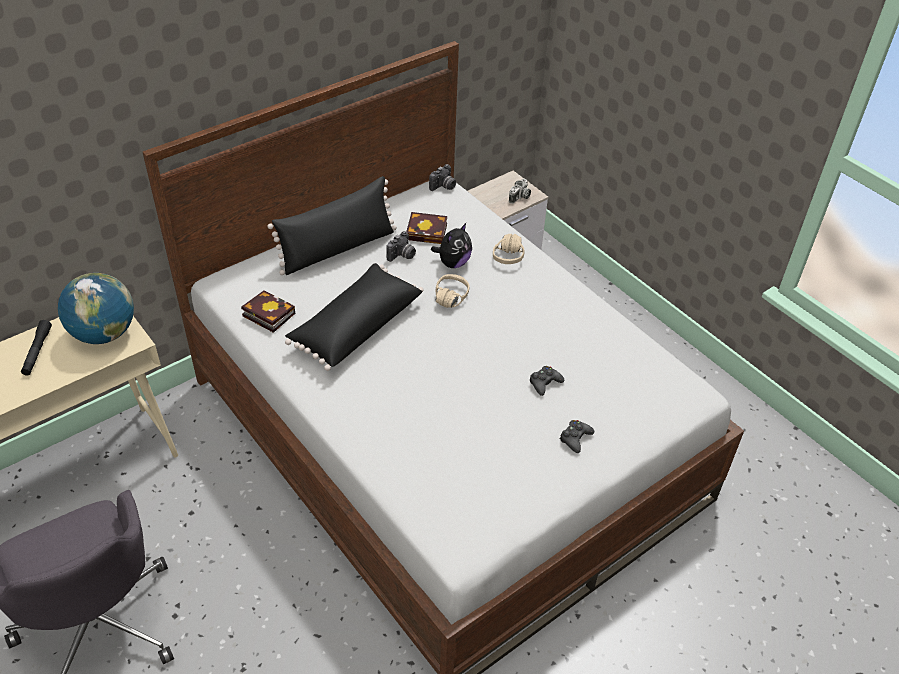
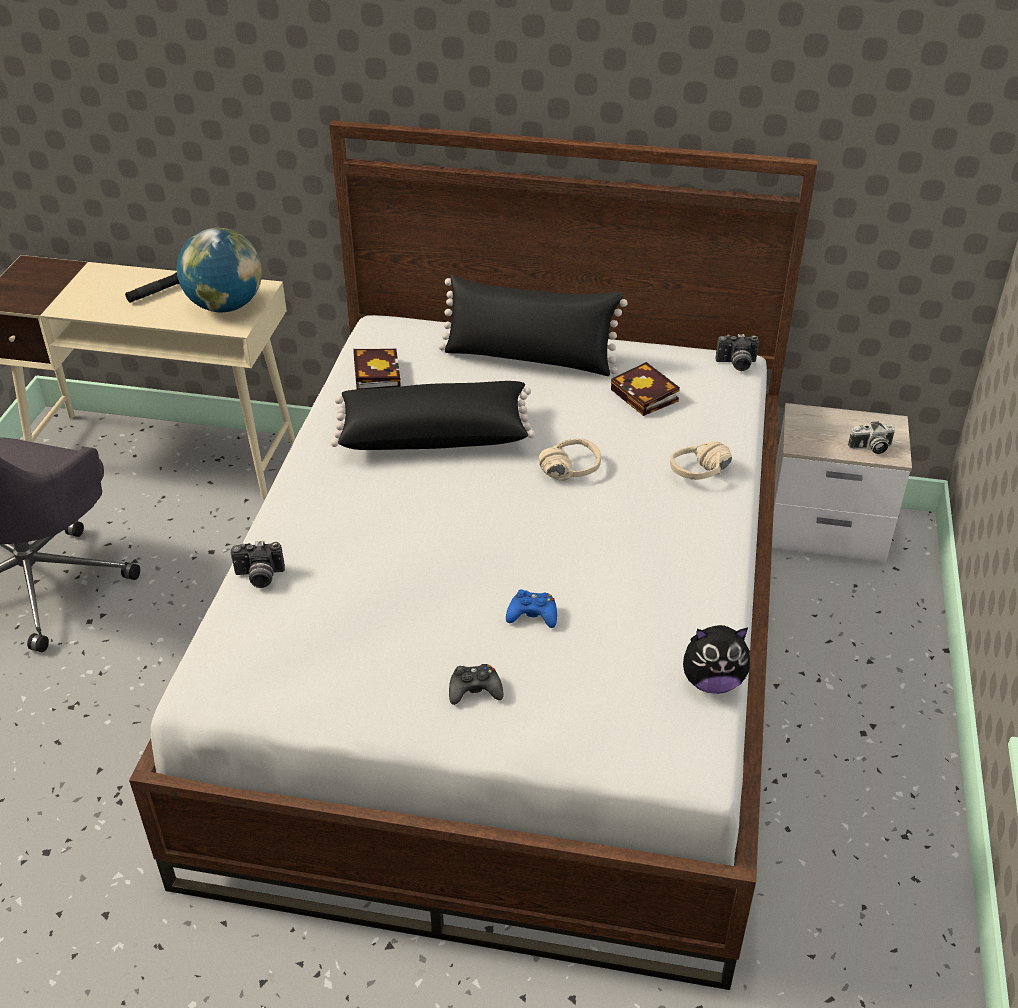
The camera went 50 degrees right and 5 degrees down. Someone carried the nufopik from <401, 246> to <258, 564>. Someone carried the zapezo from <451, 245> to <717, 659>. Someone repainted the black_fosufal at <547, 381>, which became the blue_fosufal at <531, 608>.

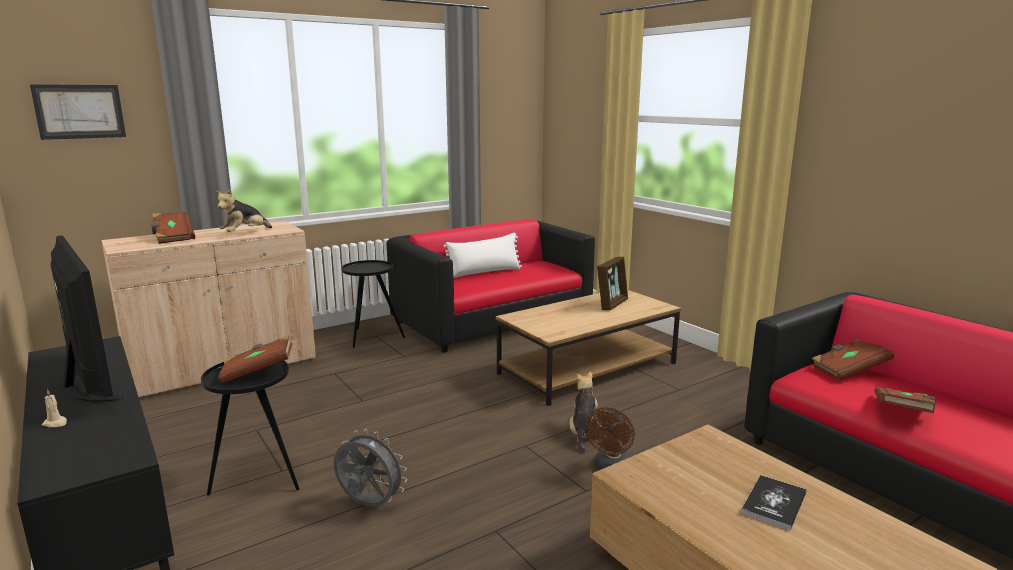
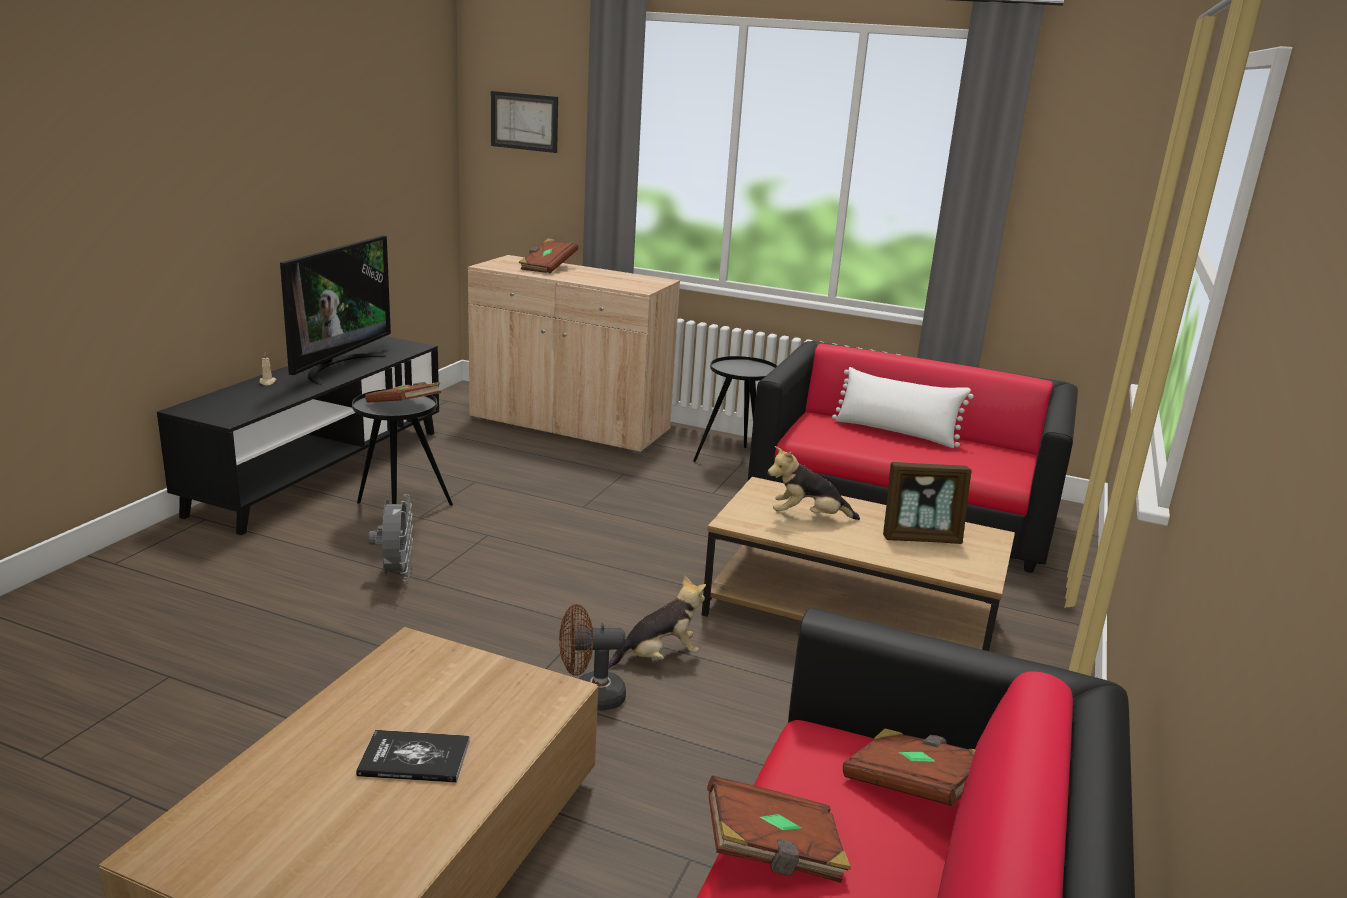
The camera went 55 degrees right and 5 degrees up. Someone carried the zapezo from <243, 210> to <814, 483>.

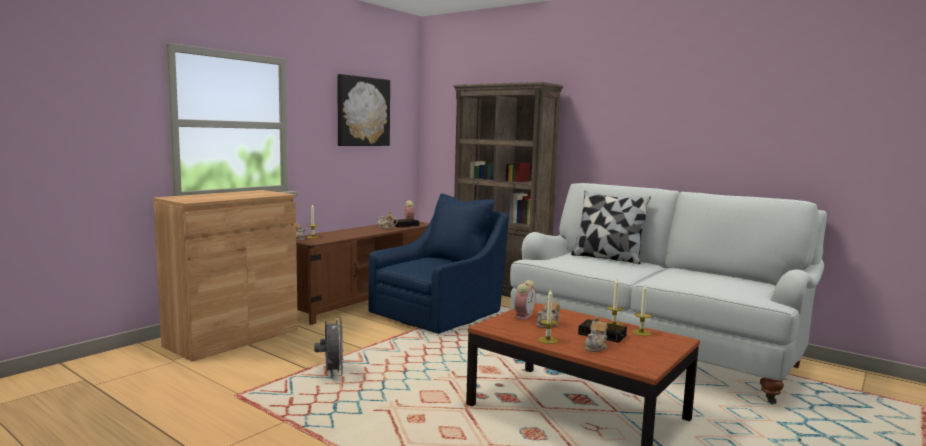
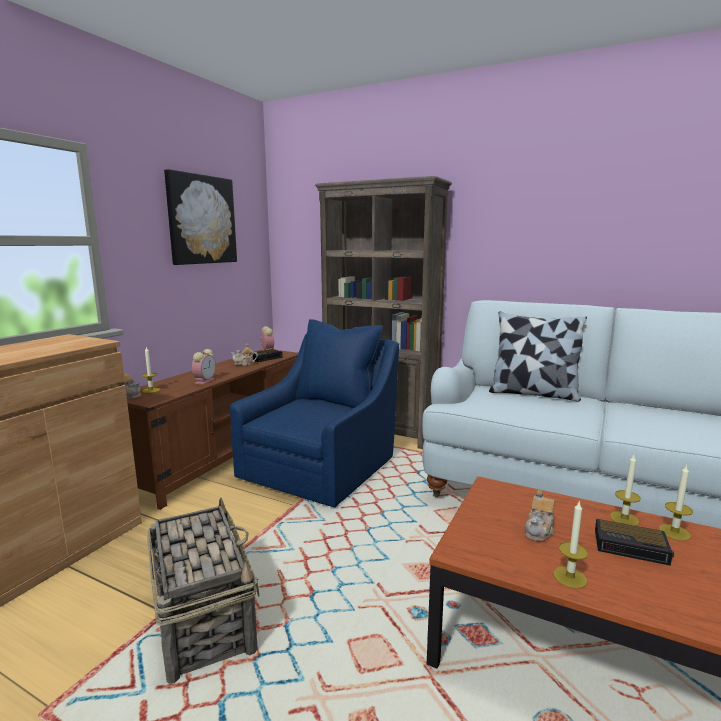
The camera went 10 degrees left and 5 degrees up. Someone took away the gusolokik at <596, 334>. Someone carried the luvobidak from <525, 300> to <204, 366>. Someone swapped the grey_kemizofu at <329, 346> for the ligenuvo at <203, 591>.

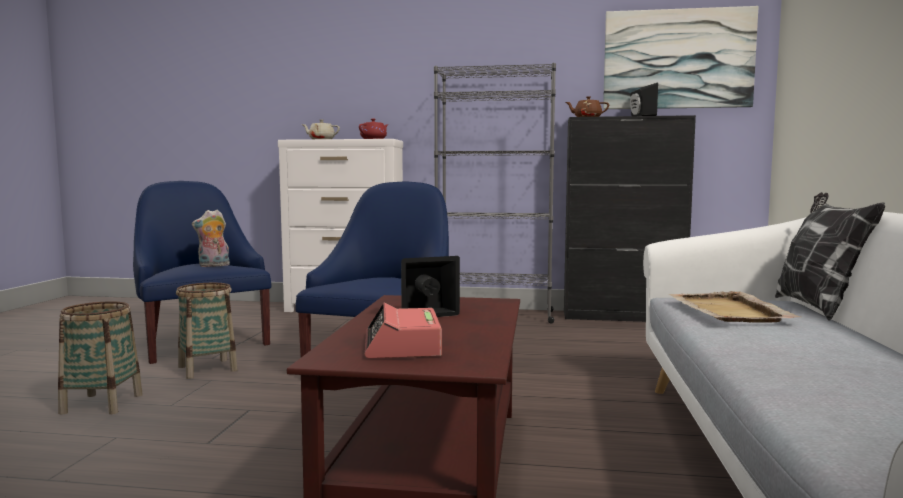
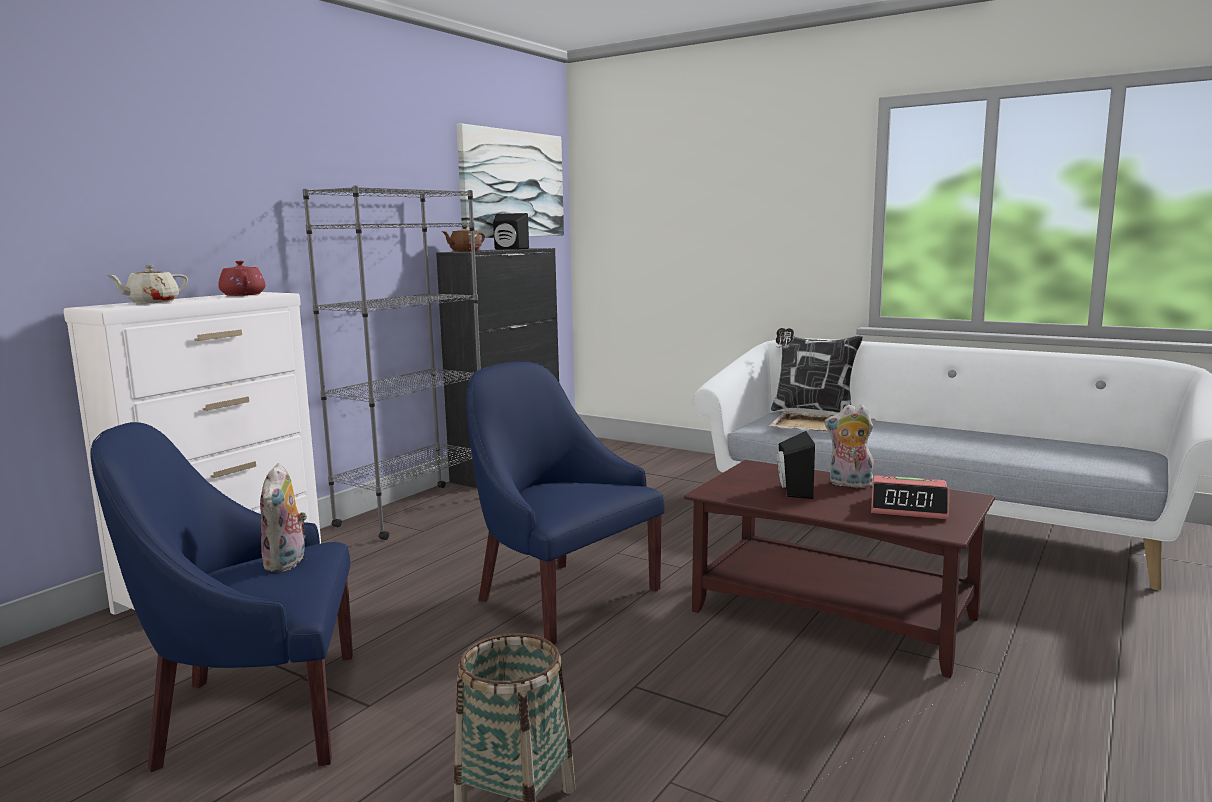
The camera went 65 degrees left and 5 degrees up. Someone took away the ligenuvo at <207, 331>. Someone put down the zapezo at <849, 446>.

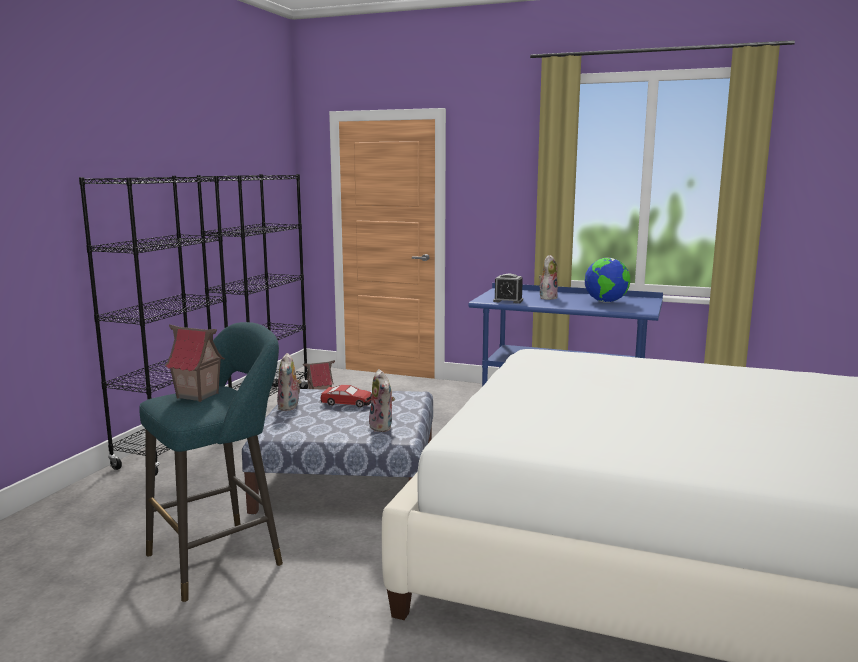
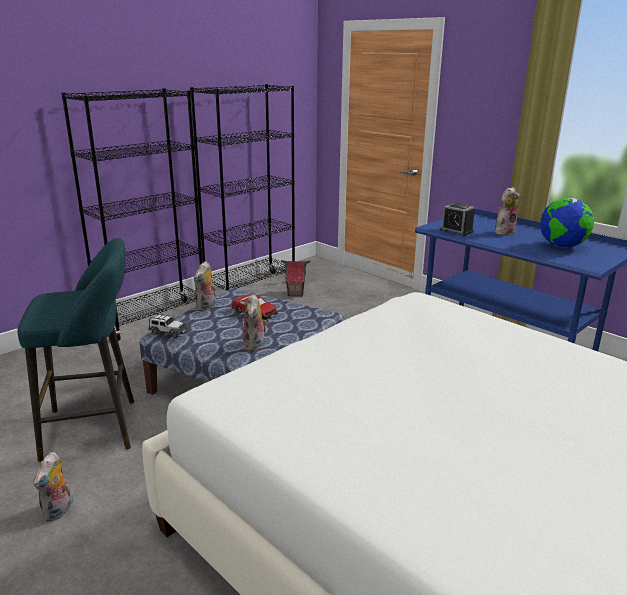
The camera went 25 degrees right and 10 degrees up. Someone took away the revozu at <194, 363>. Someone put down the zapezo at <53, 487>. Someone put down the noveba at <168, 326>.

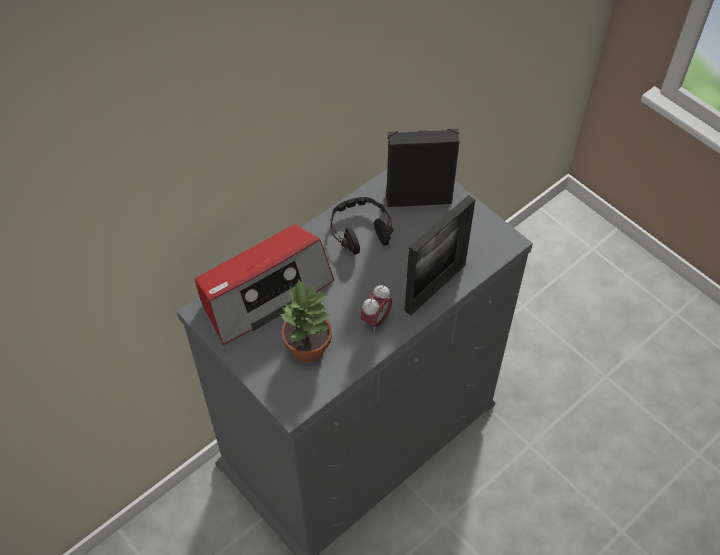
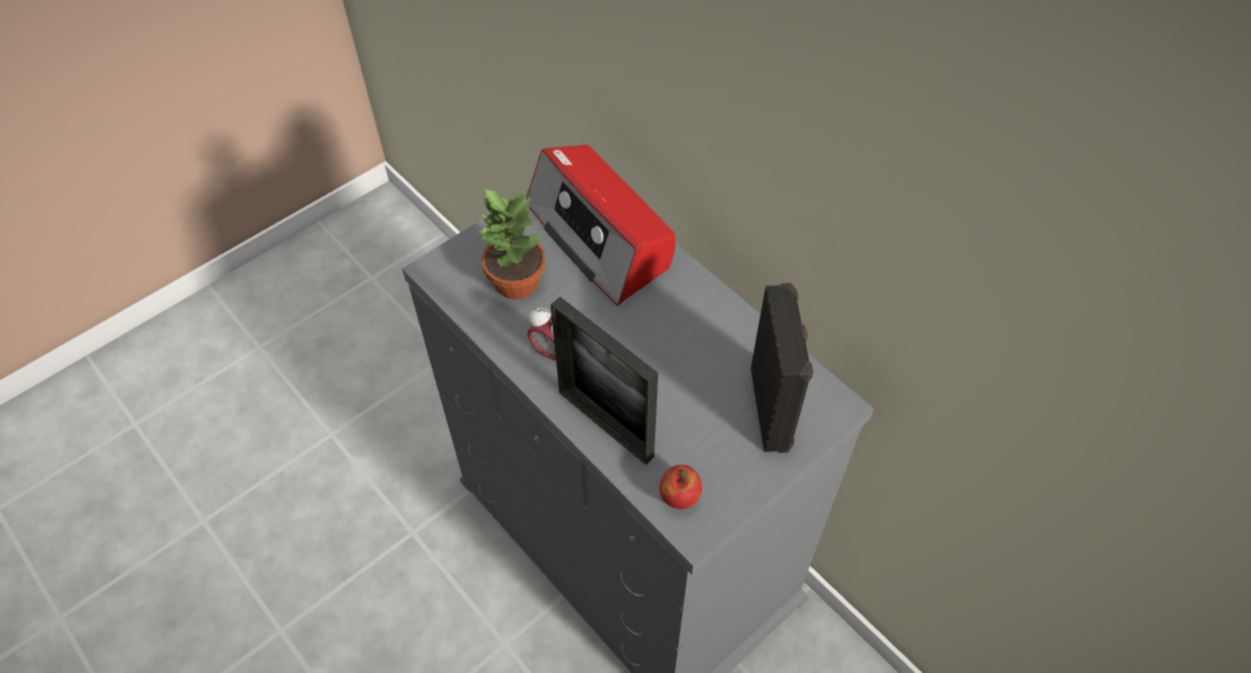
The camera went 90 degrees right and 0 degrees up. Someone took away the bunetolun at <362, 226>. Someone put down the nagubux at <681, 487>.

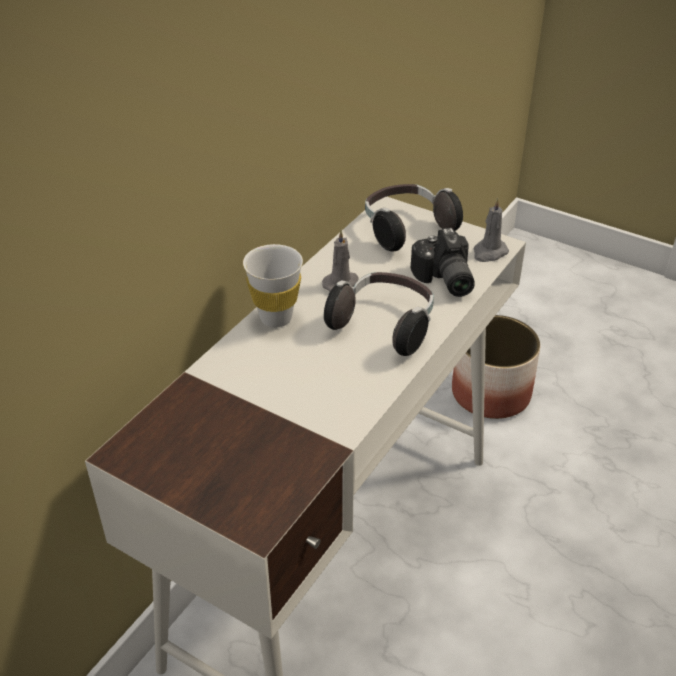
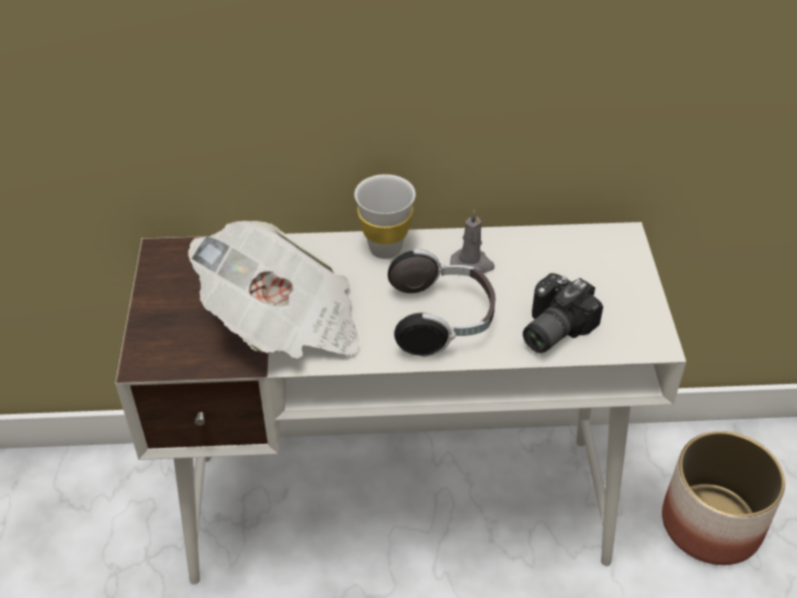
The camera went 55 degrees right and 5 degrees up. Someone took away the bunetolun at <414, 218>. Someone took away the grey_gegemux at <491, 230>. Someone put down the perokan at <274, 290>.

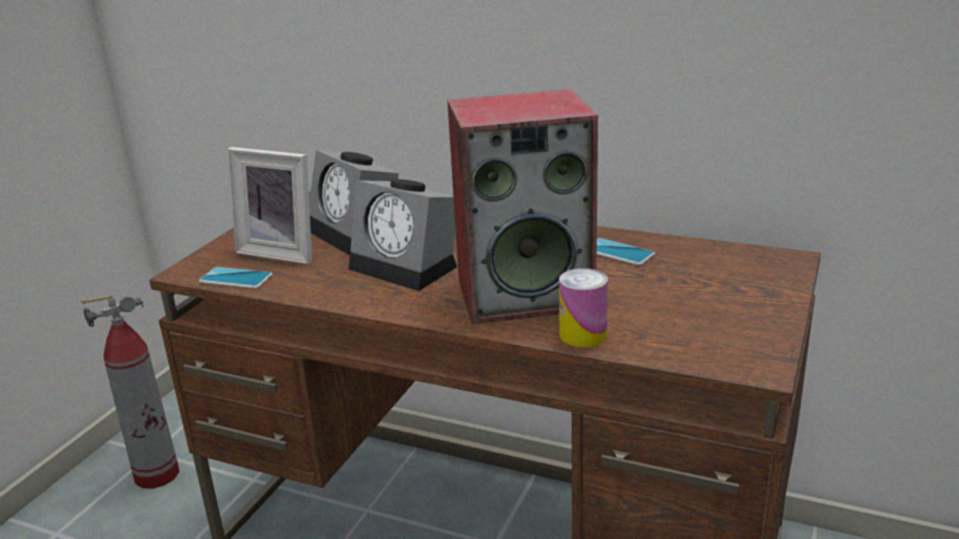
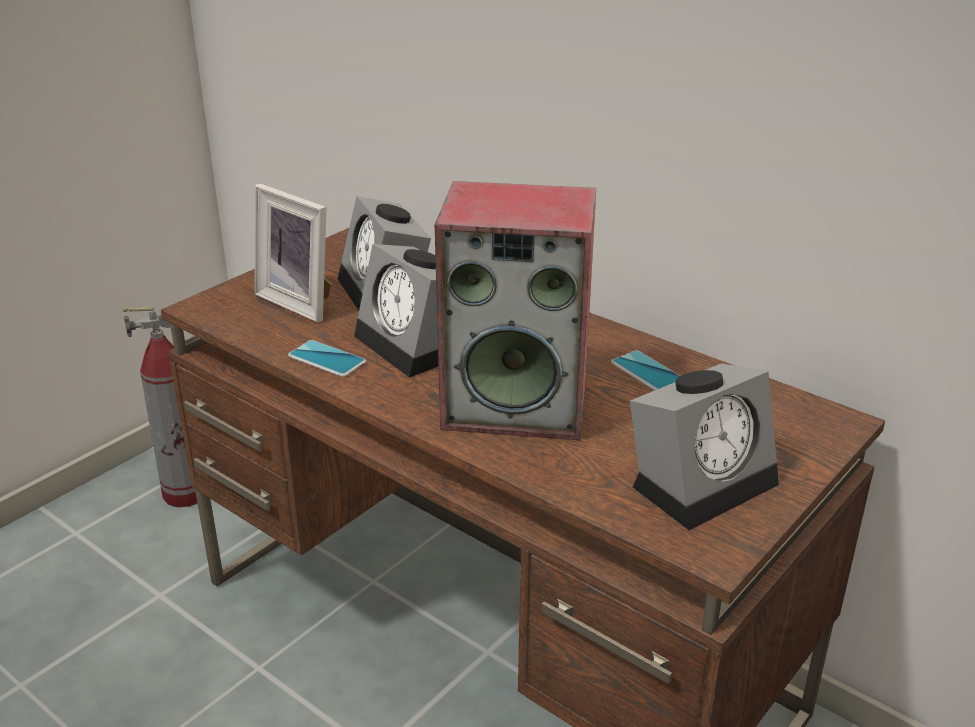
The camera went 15 degrees right and 5 degrees up. Someone took away the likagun at <583, 307>. Someone put down the luvobidak at <704, 446>. Someone carried the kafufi from <236, 278> to <327, 358>.

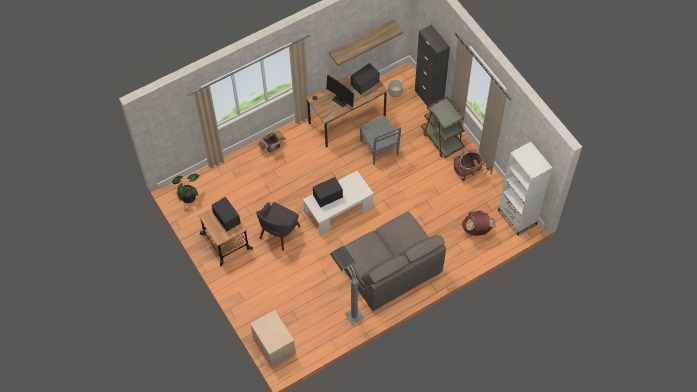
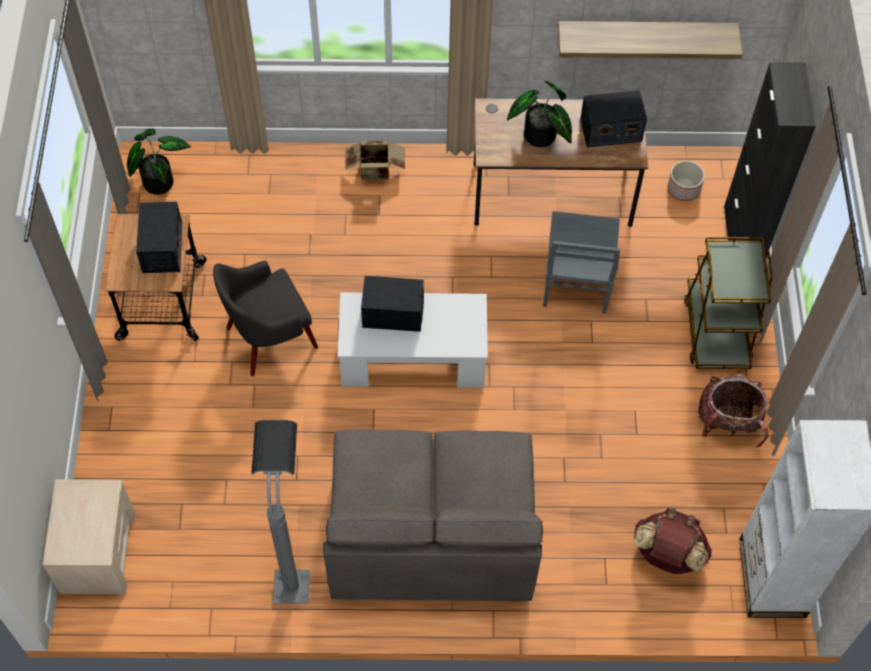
The camera went 30 degrees right and 0 degrees up. Someone swapped the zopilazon at <340, 91> for the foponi at <539, 114>.

